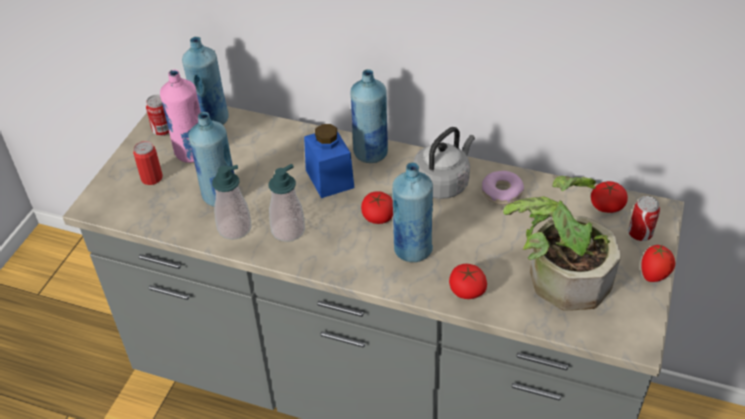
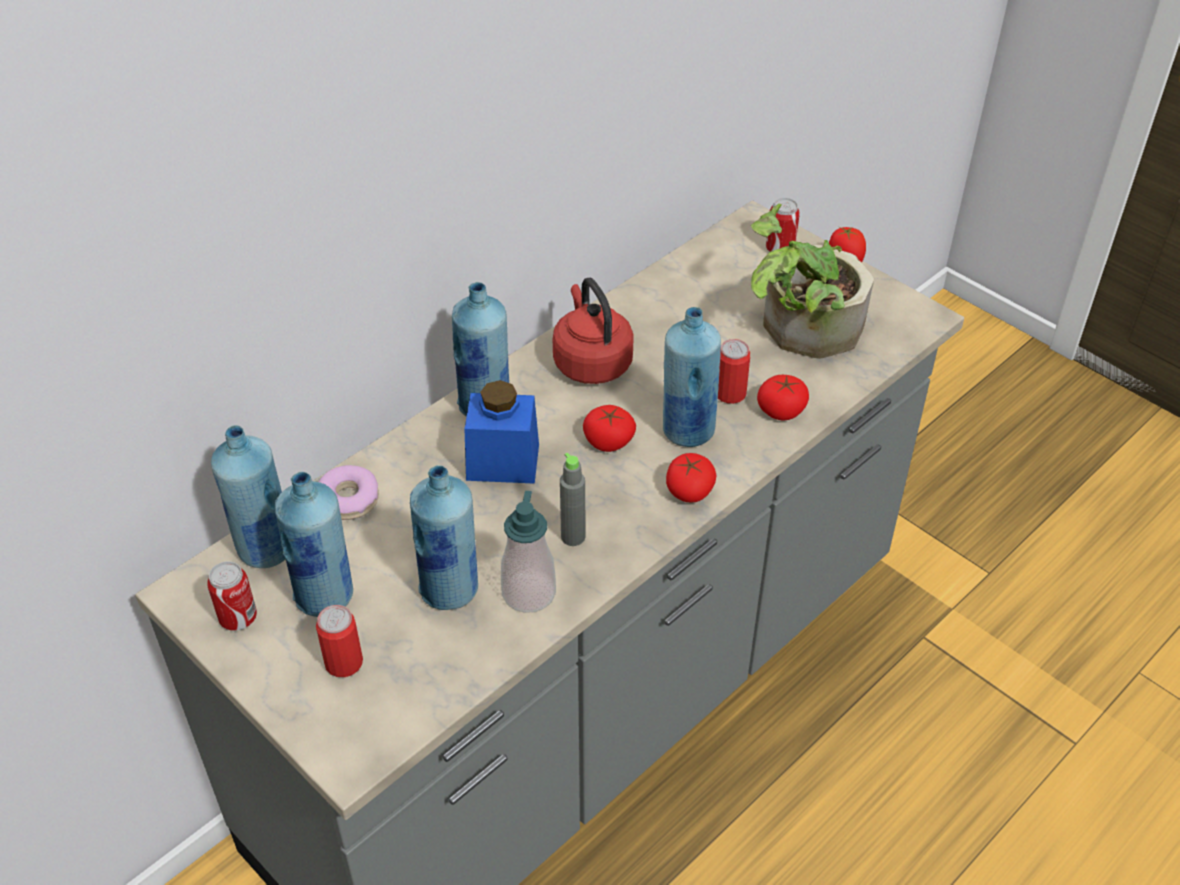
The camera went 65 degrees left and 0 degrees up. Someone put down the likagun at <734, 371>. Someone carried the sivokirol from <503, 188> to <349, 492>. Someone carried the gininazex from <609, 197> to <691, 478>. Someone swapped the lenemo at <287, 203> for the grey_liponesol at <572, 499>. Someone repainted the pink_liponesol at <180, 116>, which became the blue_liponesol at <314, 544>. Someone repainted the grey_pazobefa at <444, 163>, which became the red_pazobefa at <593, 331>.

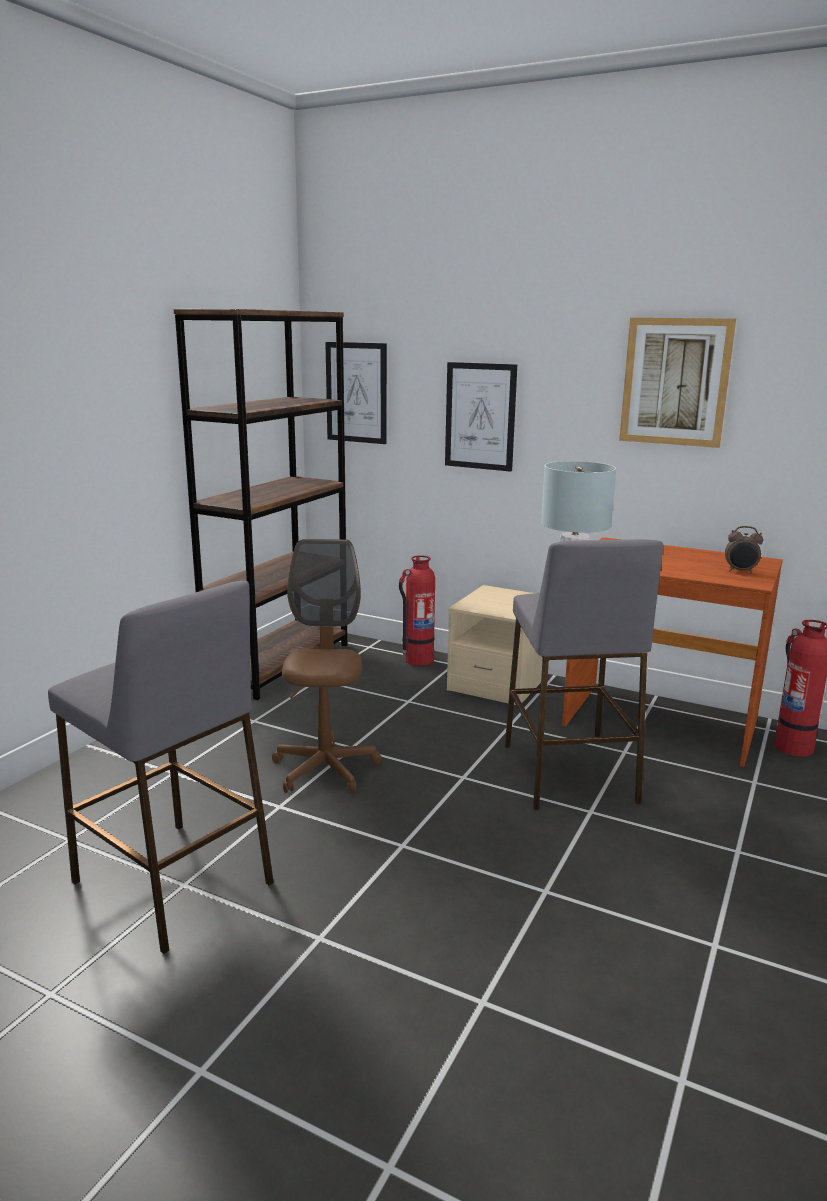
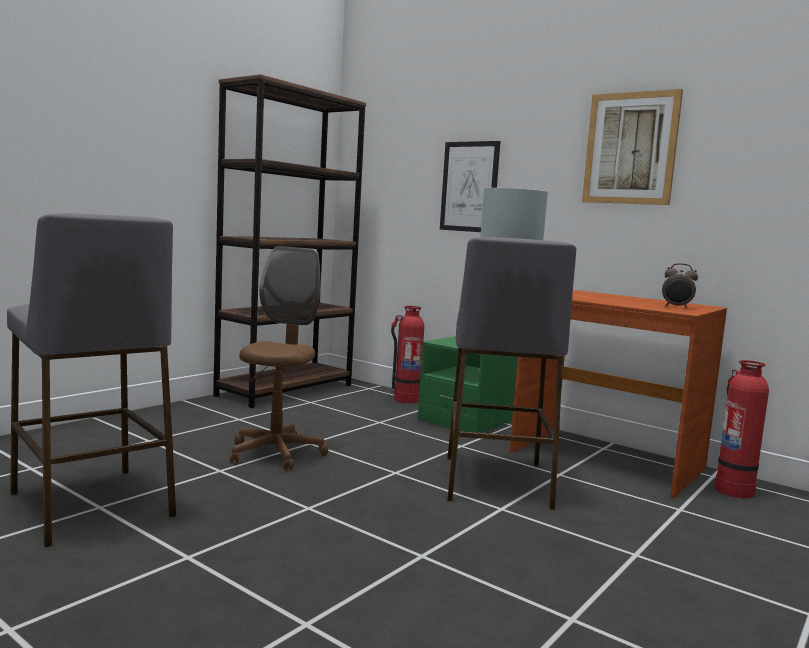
The camera went 10 degrees right and 10 degrees down. Someone took away the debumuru at <356, 393>. Someone repainted the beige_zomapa at <498, 645>, which became the green_zomapa at <468, 384>.

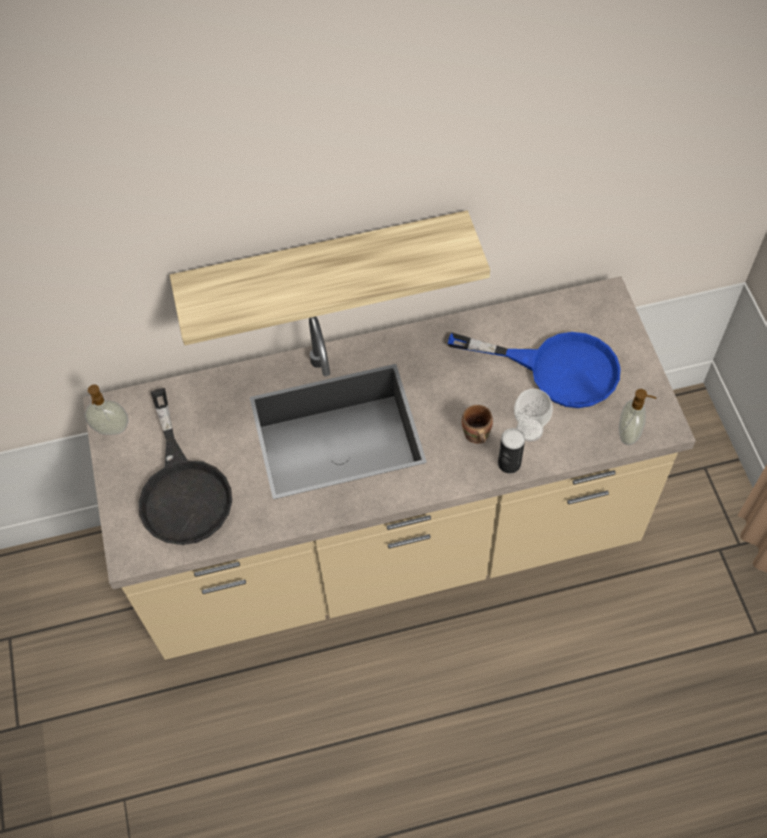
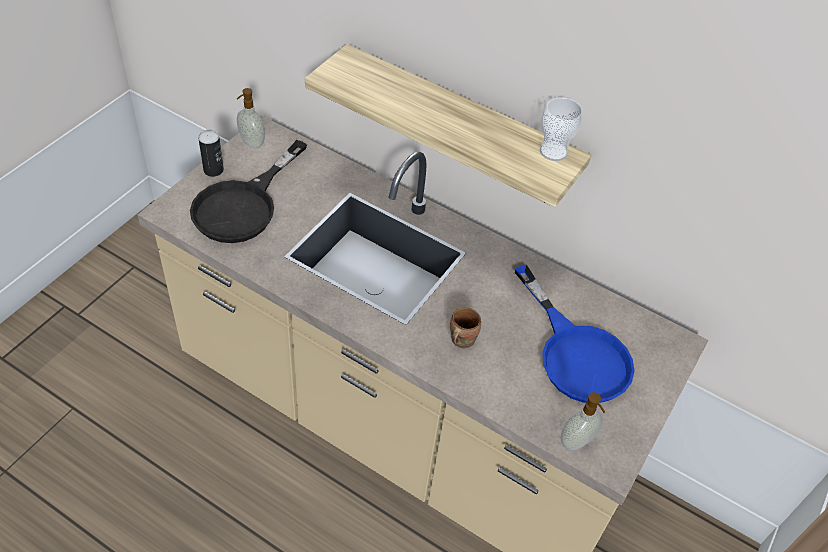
The camera went 40 degrees right and 10 degrees down. Someone carried the likagun from <511, 450> to <211, 153>. Someone carried the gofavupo from <533, 415> to <561, 129>.

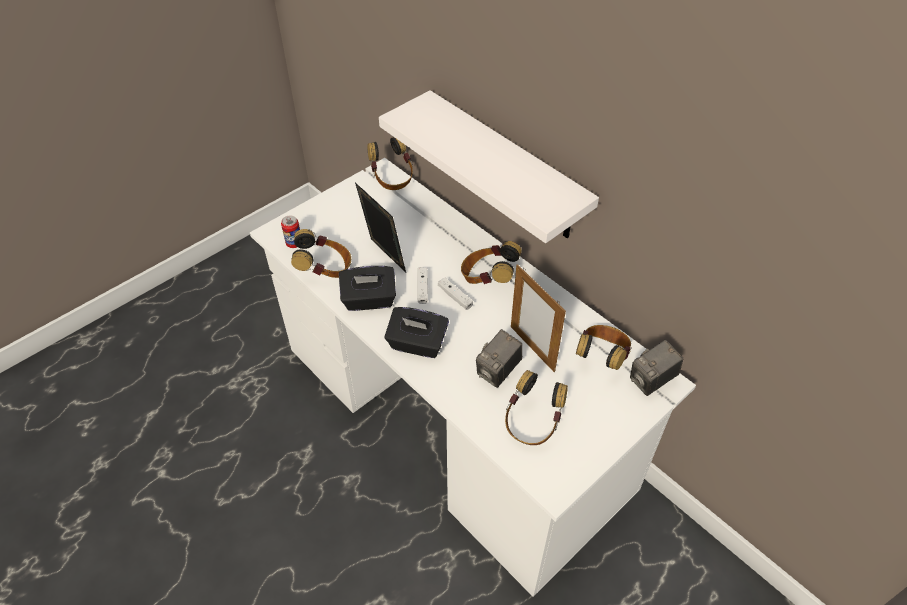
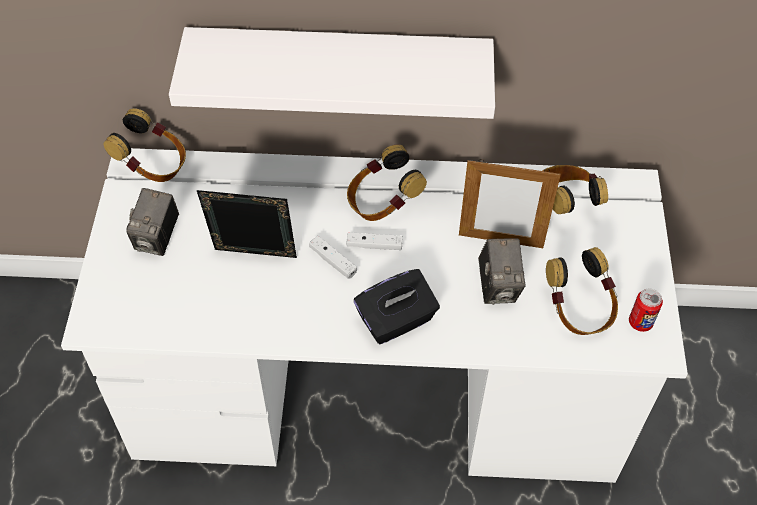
The camera went 45 degrees left and 5 degrees up. Someone took away the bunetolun at <321, 253>. Someone took away the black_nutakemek at <367, 288>. Someone carried the likagun from <290, 231> to <646, 310>. Someone carried the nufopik from <656, 368> to <152, 222>.

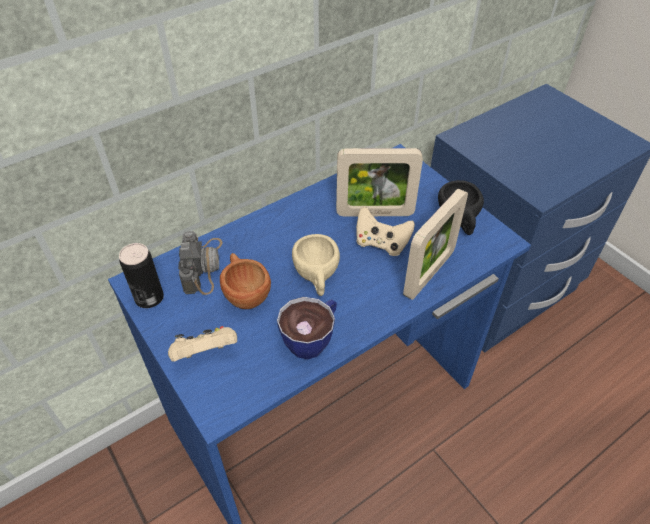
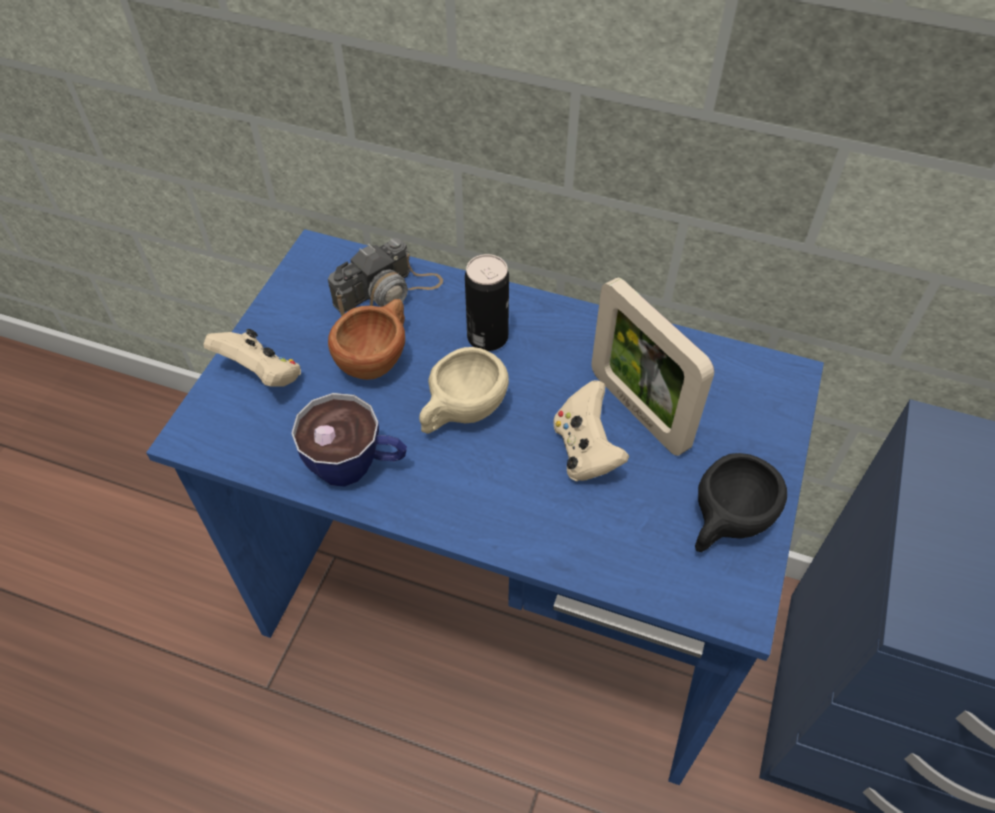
The camera went 55 degrees right and 5 degrees up. Someone took away the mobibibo at <435, 244>. Someone carried the likagun from <141, 275> to <487, 302>.

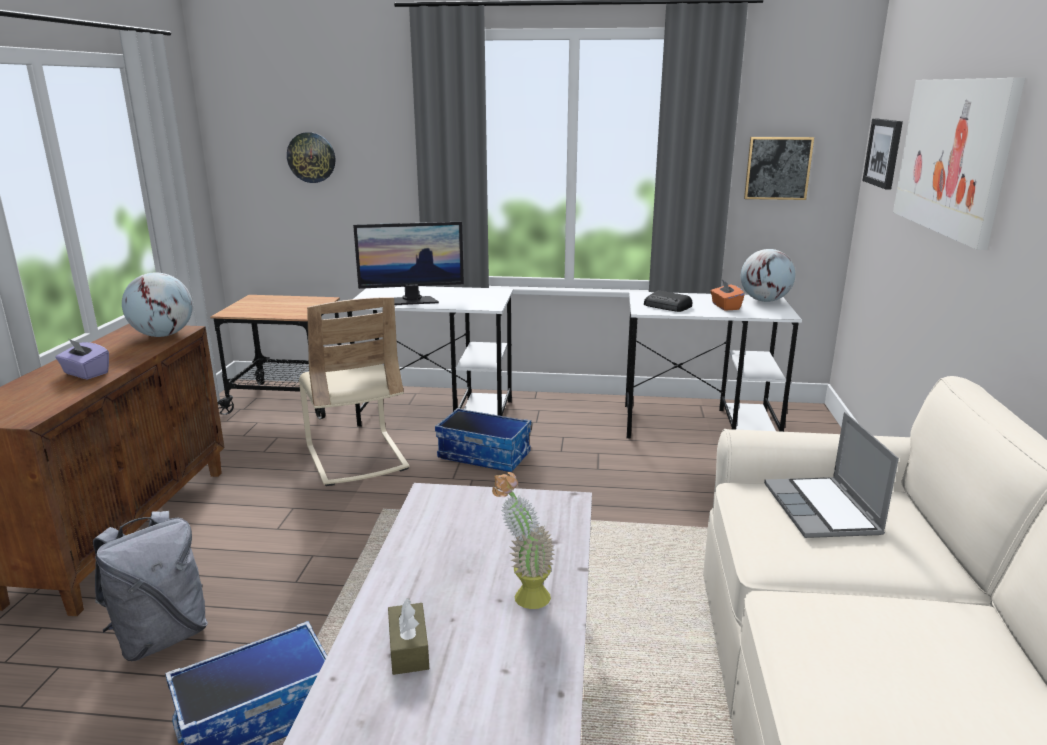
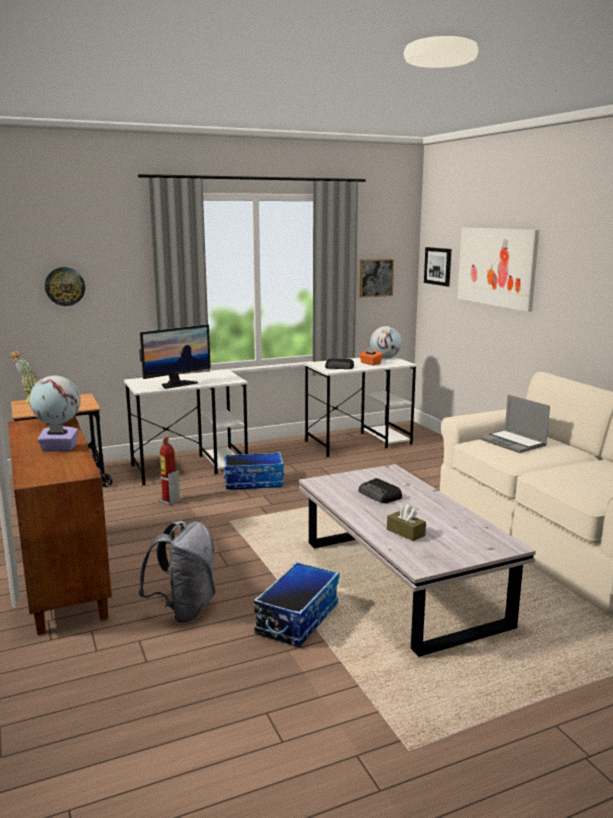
The camera went 30 degrees left and 5 degrees down. Someone put down the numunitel at <380, 490>. Someone carried the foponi from <523, 540> to <25, 377>. Someone swapped the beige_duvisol at <354, 391> for the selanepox at <169, 471>.

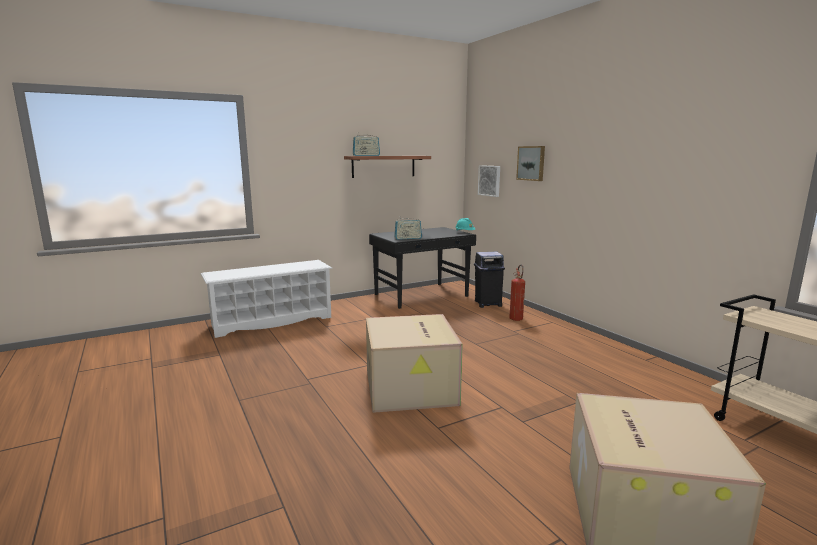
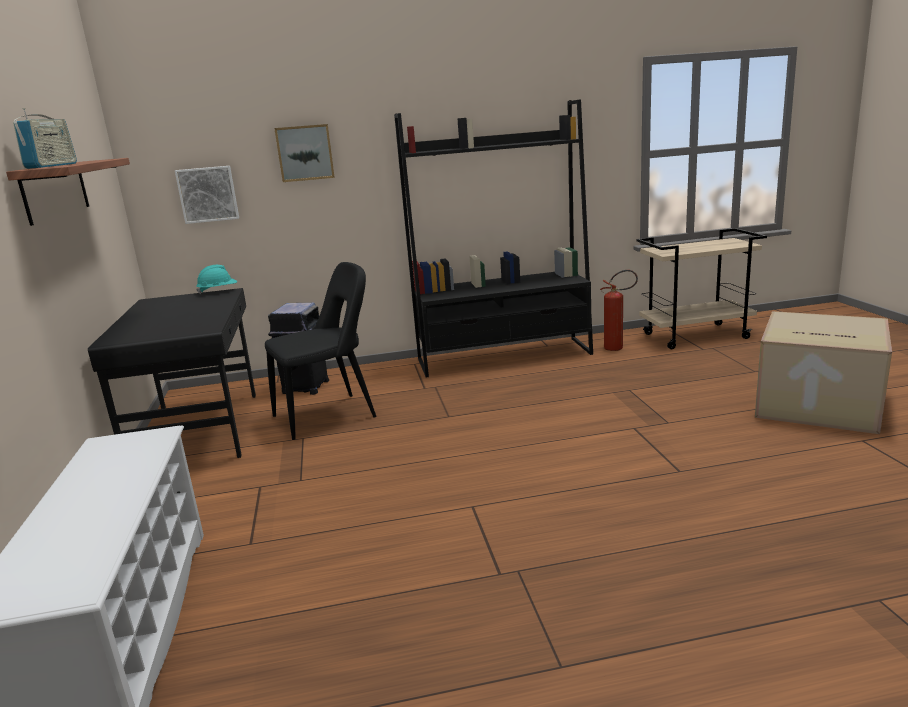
The camera went 70 degrees left and 5 degrees up. Someone took away the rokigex at <414, 363>. Someone took away the numunitel at <408, 228>. Someone put down the black_duvisol at <321, 351>. Someone put down the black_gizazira at <493, 238>. Someone carried the selanepox from <517, 292> to <619, 310>.

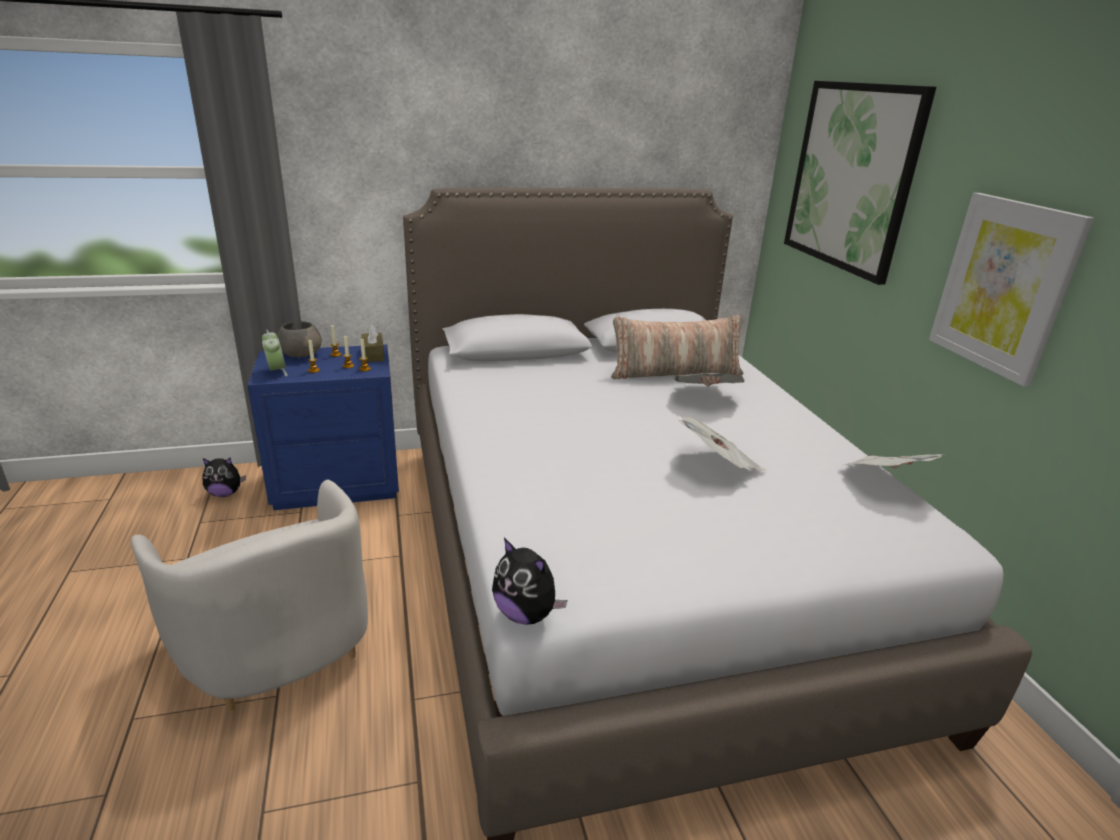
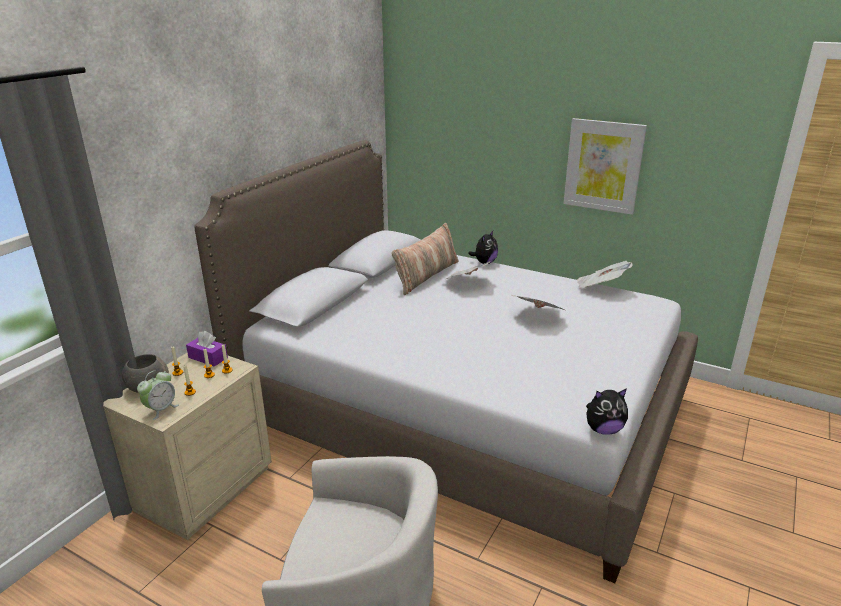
The camera went 45 degrees left and 0 degrees up. Someone took away the debumuru at <860, 183>. Someone carried the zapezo from <224, 477> to <483, 247>. Someone repainted the blue_zomapa at <323, 427>, which became the beige_zomapa at <187, 446>. Someone repainted the brown_nutakemek at <373, 343>, which became the purple_nutakemek at <207, 349>. Someone rotated the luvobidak at <274, 353> by 105 degrees clockwise.

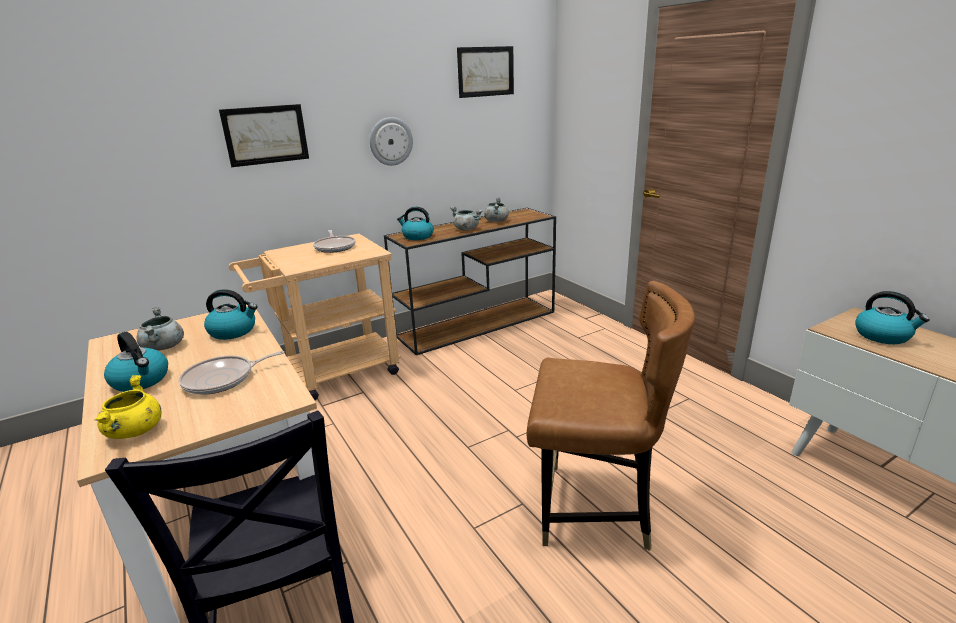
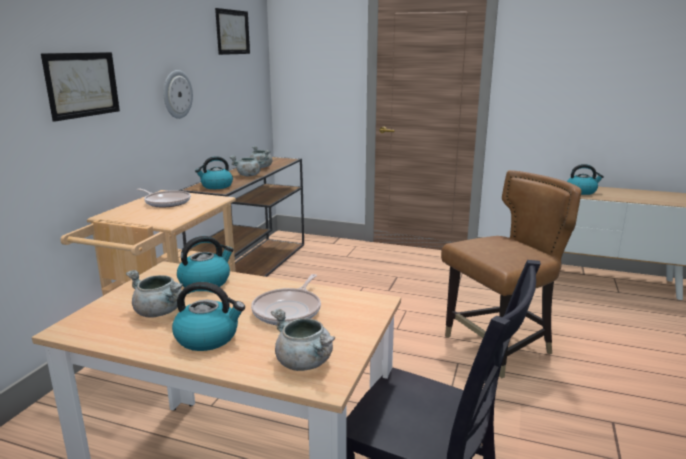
The camera went 40 degrees left and 5 degrees down. Someone repainted the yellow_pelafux at <128, 407>, which became the grey_pelafux at <303, 340>.

